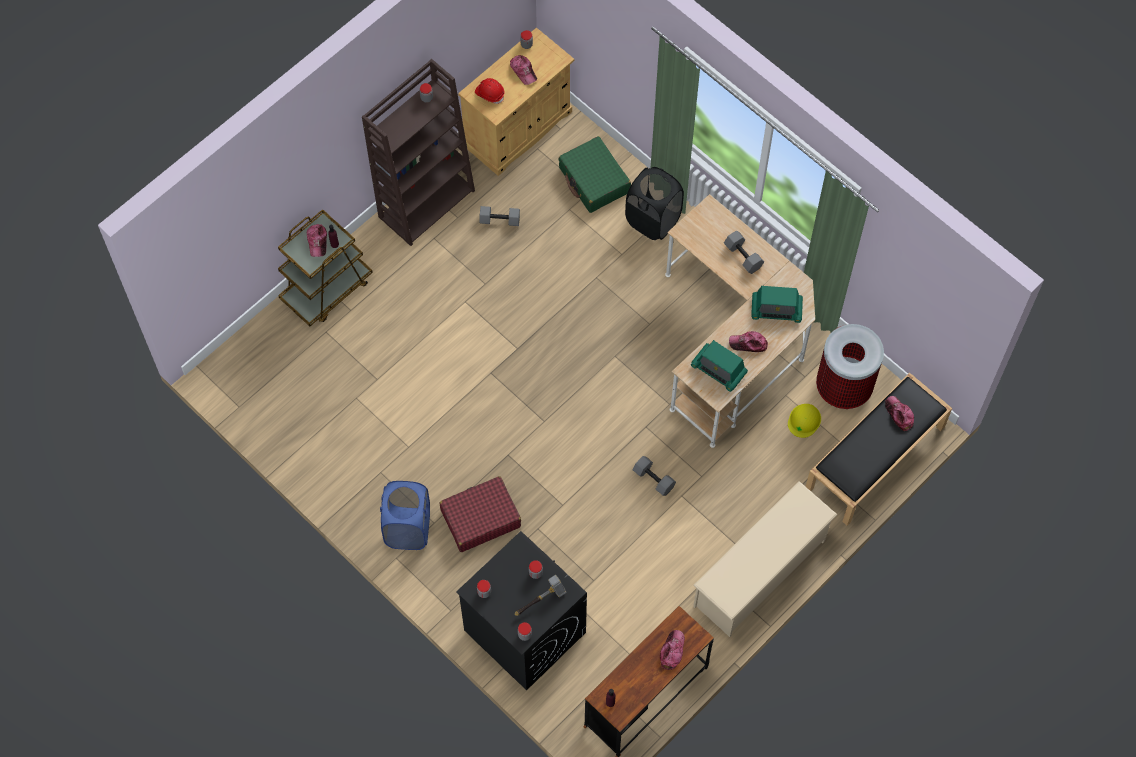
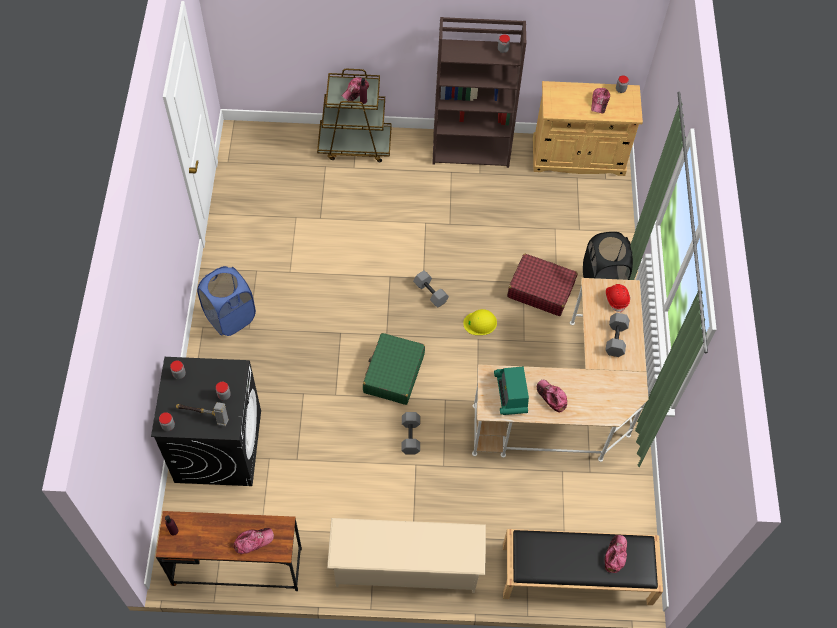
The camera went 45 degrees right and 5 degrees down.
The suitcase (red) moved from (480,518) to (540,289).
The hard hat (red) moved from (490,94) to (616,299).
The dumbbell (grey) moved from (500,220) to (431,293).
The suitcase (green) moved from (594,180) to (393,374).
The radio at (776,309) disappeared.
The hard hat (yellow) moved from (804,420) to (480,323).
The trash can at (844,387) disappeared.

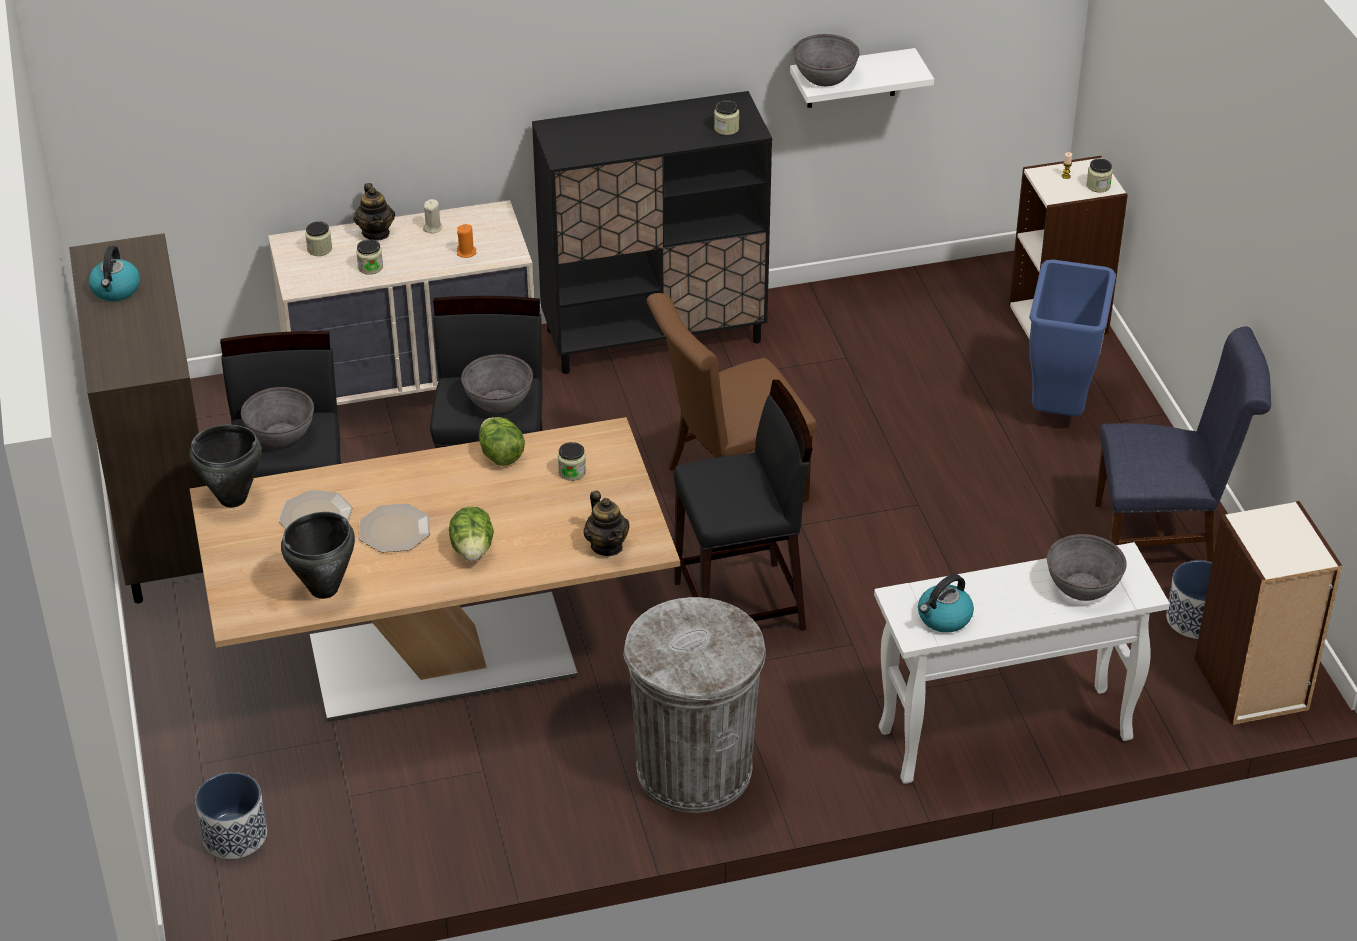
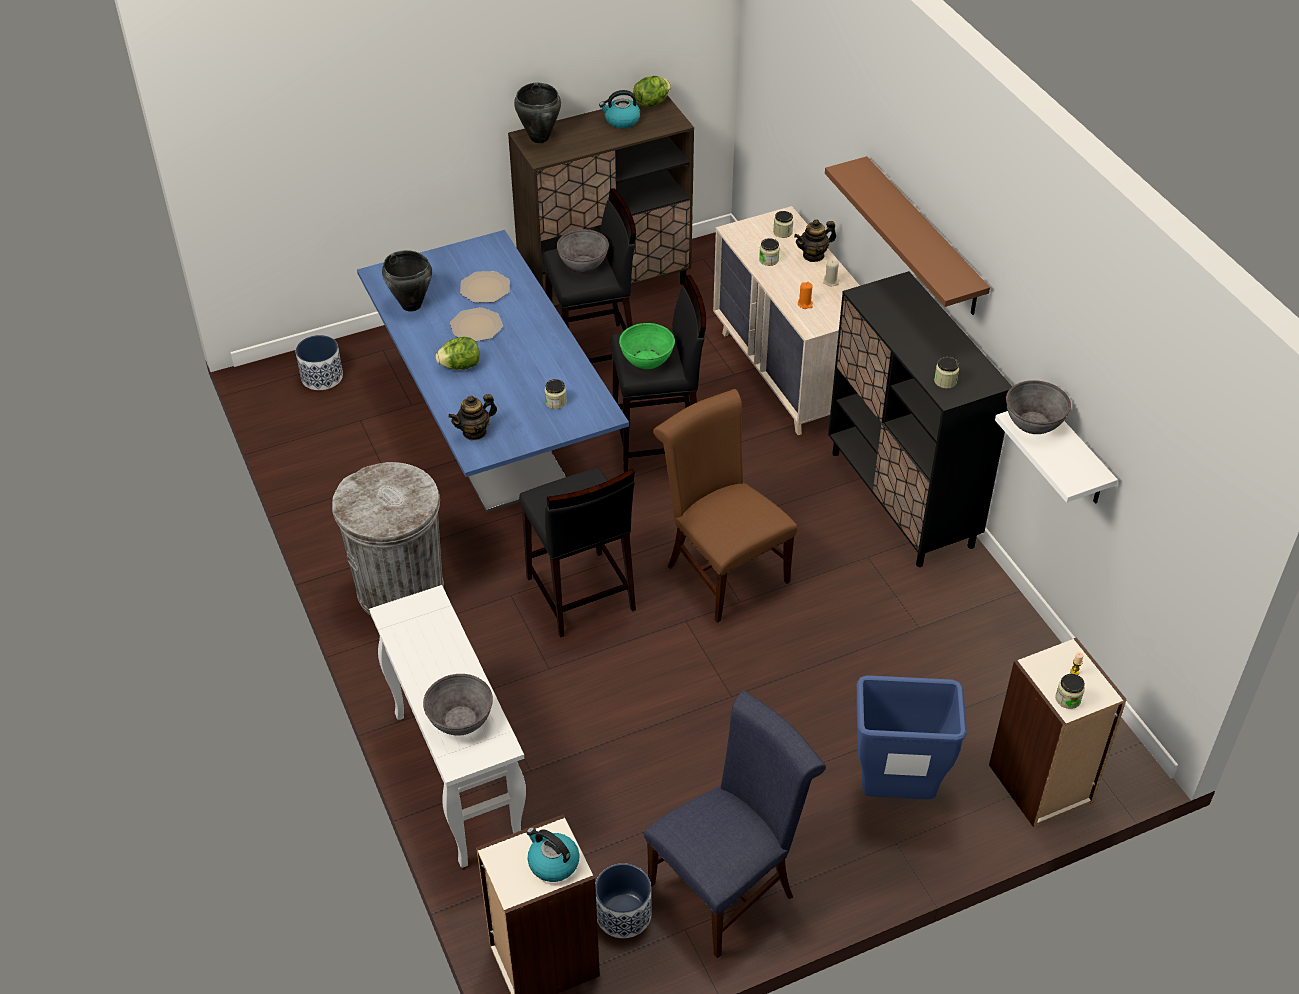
The camera went 80 degrees right and 5 degrees up.
The cooking pot (black) moved from (233,499) to (539,138).
The dining table (beige) at (442,658) became the dining table (blue) at (495,441).
The bowl (grey) at (498,401) became the bowl (green) at (647,359).
The lettuce moved from (501,455) to (652,103).
The kettle moved from (944,618) to (552,863).
The chair (blue) at (1164,540) turned 120 degrees counterclockwise.
The shelf (brown) at (923,237) appeared.

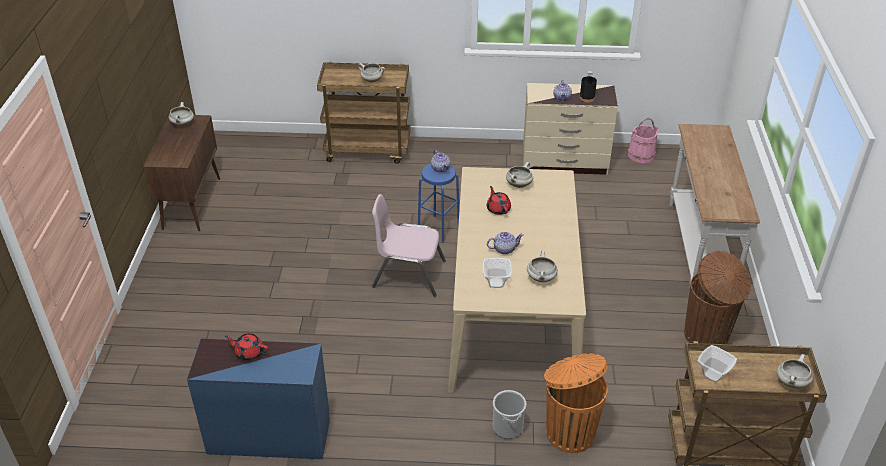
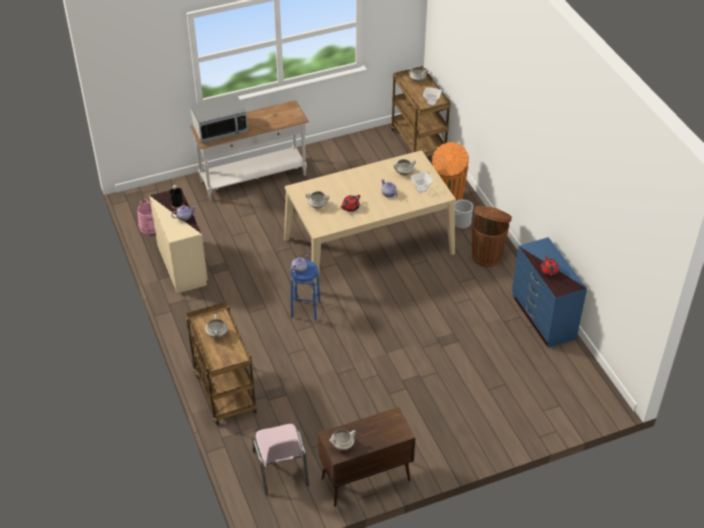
The camera went 115 degrees left and 5 degrees up.
The chair (pink) moved from (408,274) to (281,468).
The trash can (brown) moved from (707,336) to (487,255).
The microwave at (220,129) appeared.

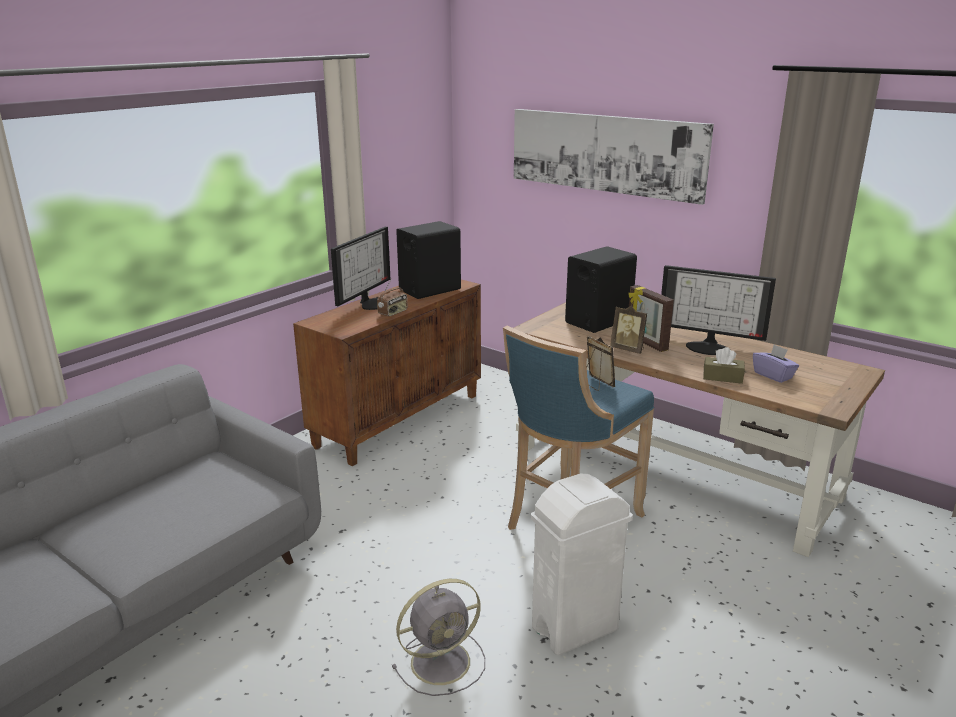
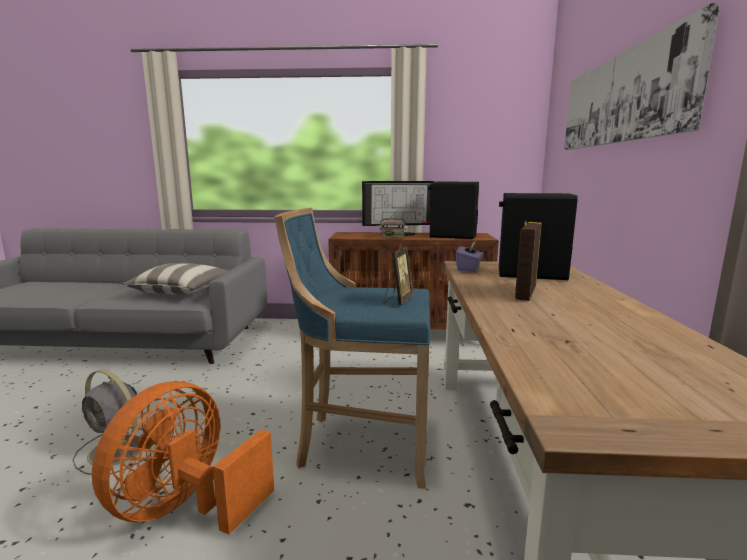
The camera went 55 degrees right and 10 degrees down.
The trash can (white) at (576,629) was replaced by the fan (orange) at (187,507).
The picture frame at (628,349) disappeared.
The monitor at (709,347) disappeared.
The tissue box (brown) at (722,377) disappeared.
The tissue box (purple) moved from (773,375) to (469,269).
The pillow at (180,291) appeared.

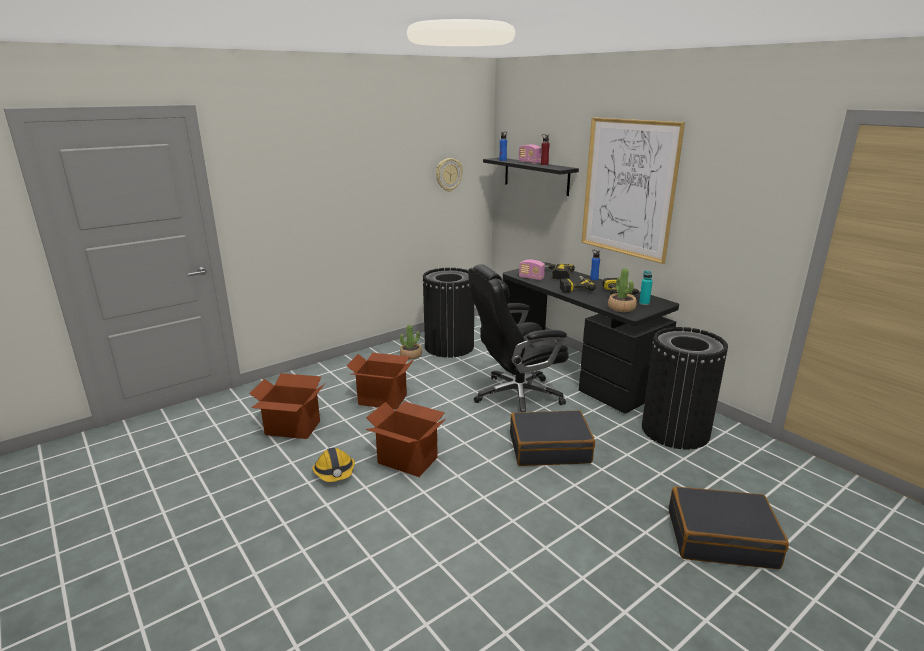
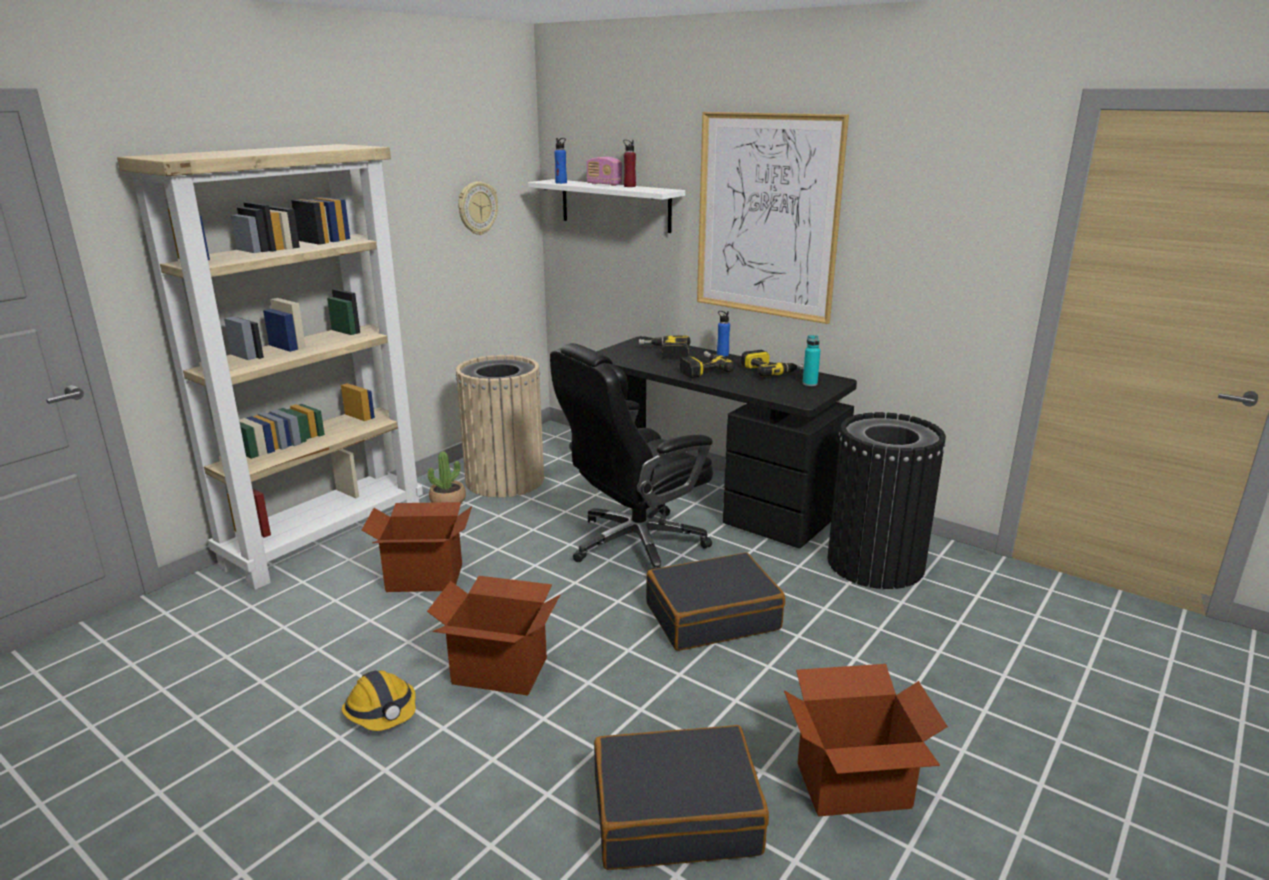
The camera went 15 degrees left and 0 degrees up.
The cardboard box moved from (292,428) to (854,786).
The trash can (black) at (449,346) became the trash can (beige) at (505,480).
The shelf (black) at (536,176) became the shelf (white) at (615,205).
The radio at (531,278) disappeared.
The potted plant at (621,308) disappeared.
The suitcase (black) moved from (721,538) to (675,814).
The bookcase (beige) at (326,537) appeared.

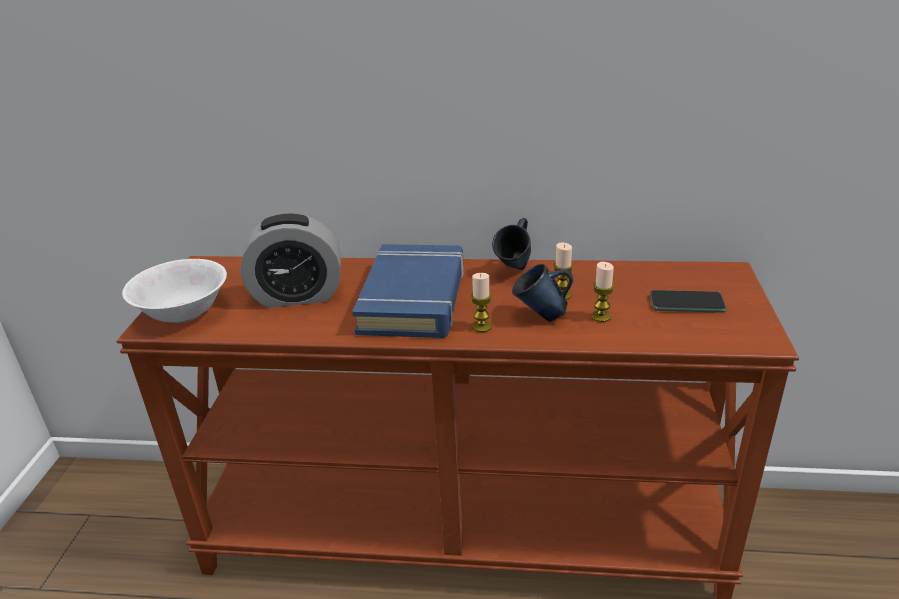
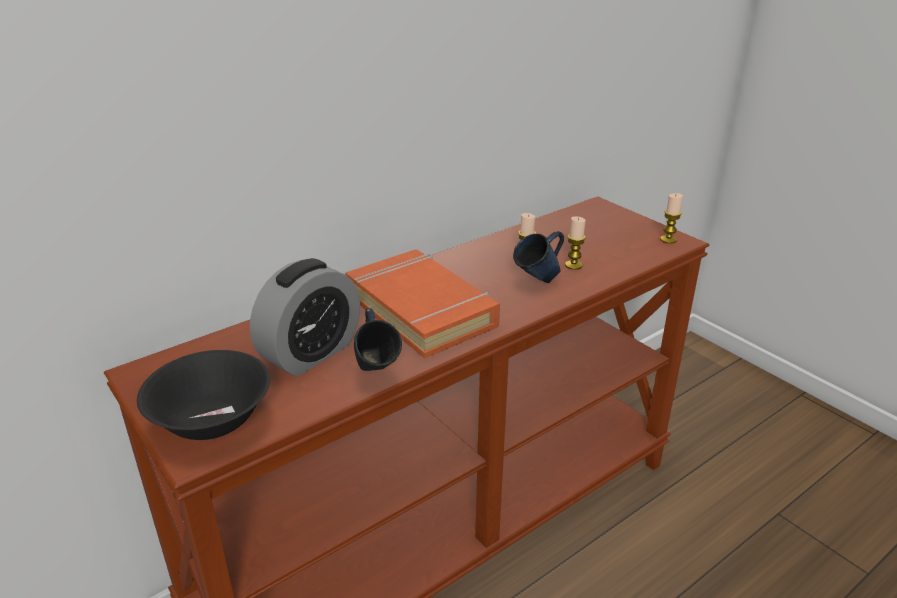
The camera went 45 degrees left and 0 degrees up.
The bowl (white) at (184,313) became the bowl (black) at (213,423).
The book (blue) at (414,299) became the book (orange) at (422,310).
The candle moved from (481,326) to (668,239).
The mug (blue) moved from (515,272) to (377,374).
The phone at (687,303) disappeared.

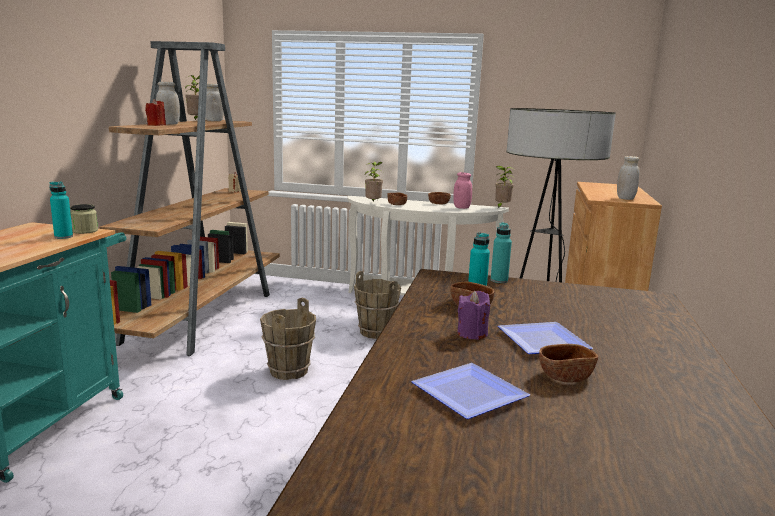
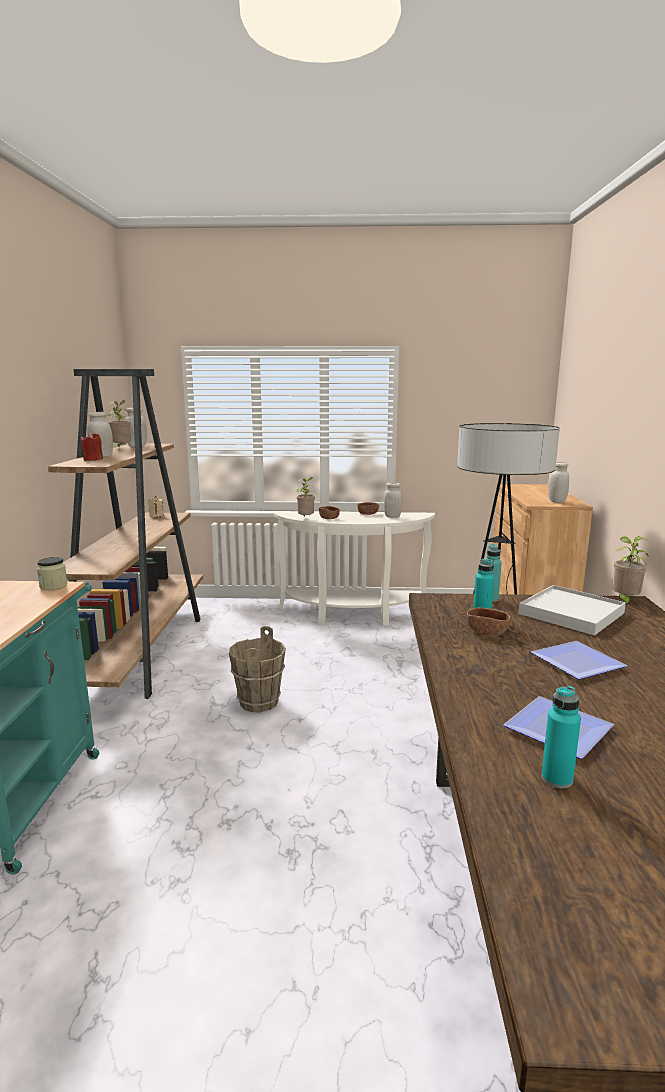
The camera went 10 degrees left and 0 degrees up.
The bottle (turquoise) moved from (63,237) to (556,779).
The bucket (brown) at (376,332) disappeared.
The jar (pink) at (461,207) became the jar (white) at (392,516).
The candle (purple) at (472,333) disappeared.
The potted plant moved from (501,207) to (624,601).
The bowl (brown) at (565,376) disappeared.
The tray (white) at (571,613) appeared.

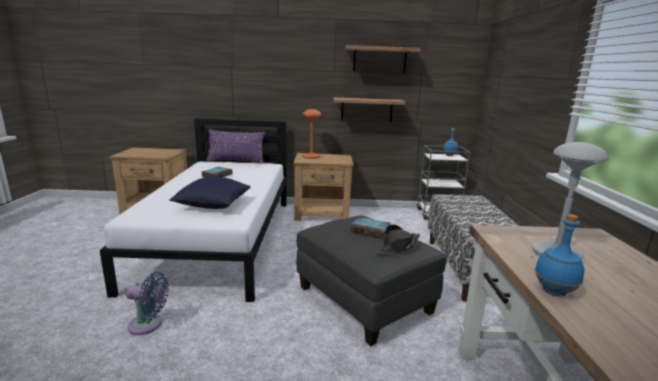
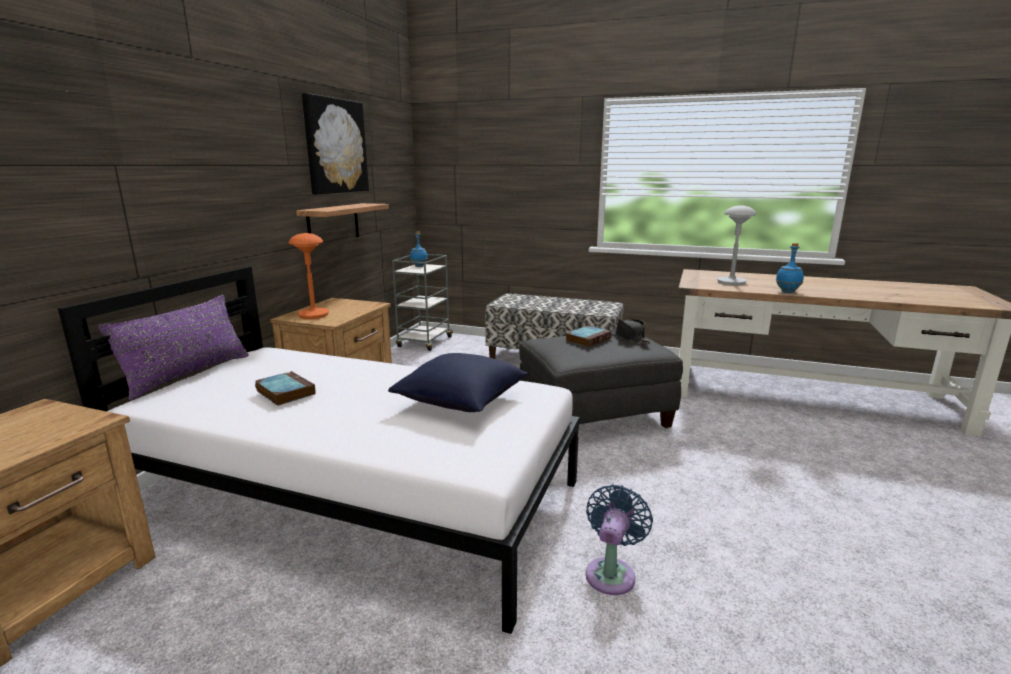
The camera went 70 degrees left and 0 degrees up.
The shelf at (379,60) was replaced by the picture at (335,146).

